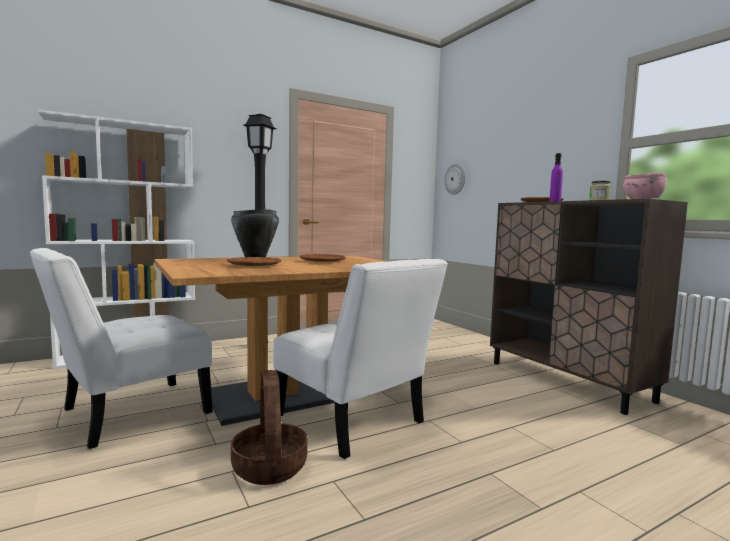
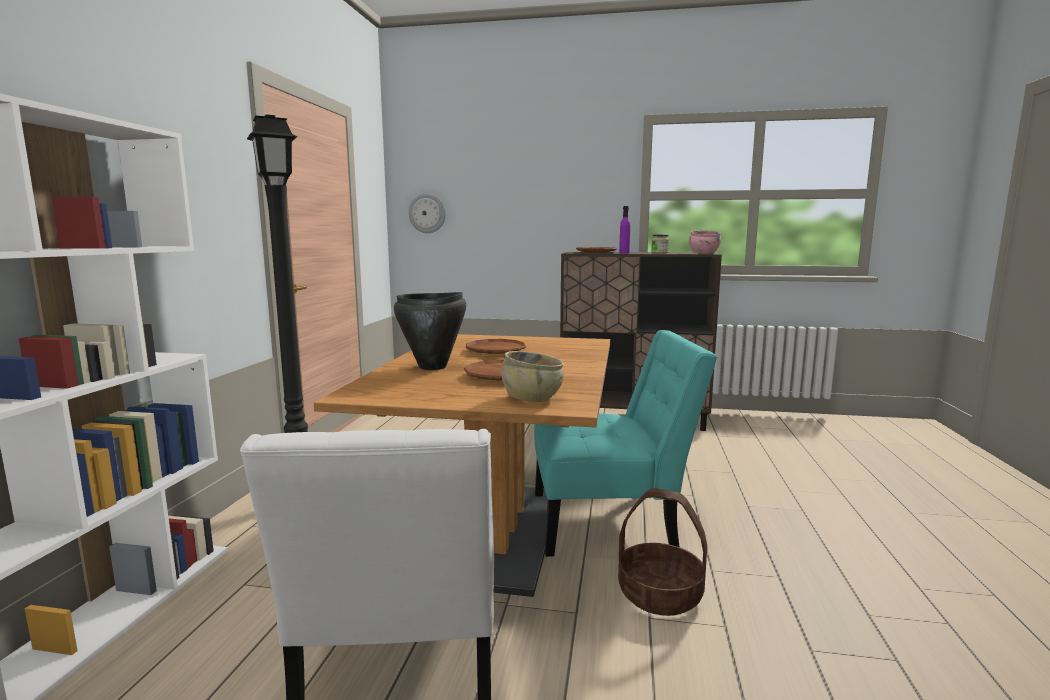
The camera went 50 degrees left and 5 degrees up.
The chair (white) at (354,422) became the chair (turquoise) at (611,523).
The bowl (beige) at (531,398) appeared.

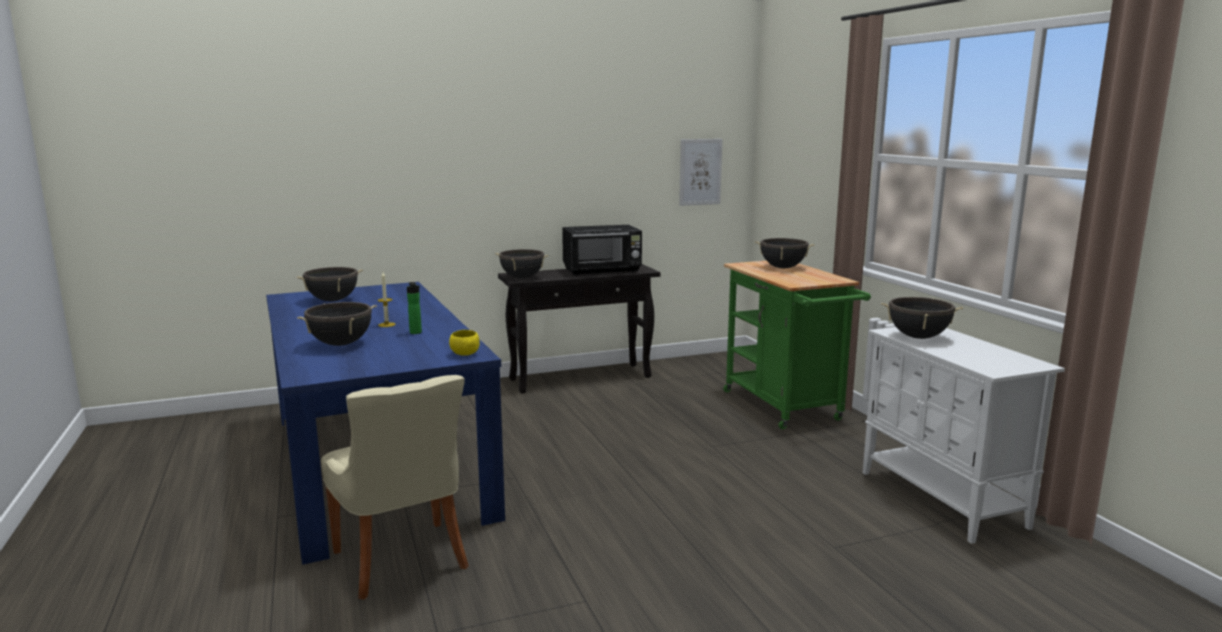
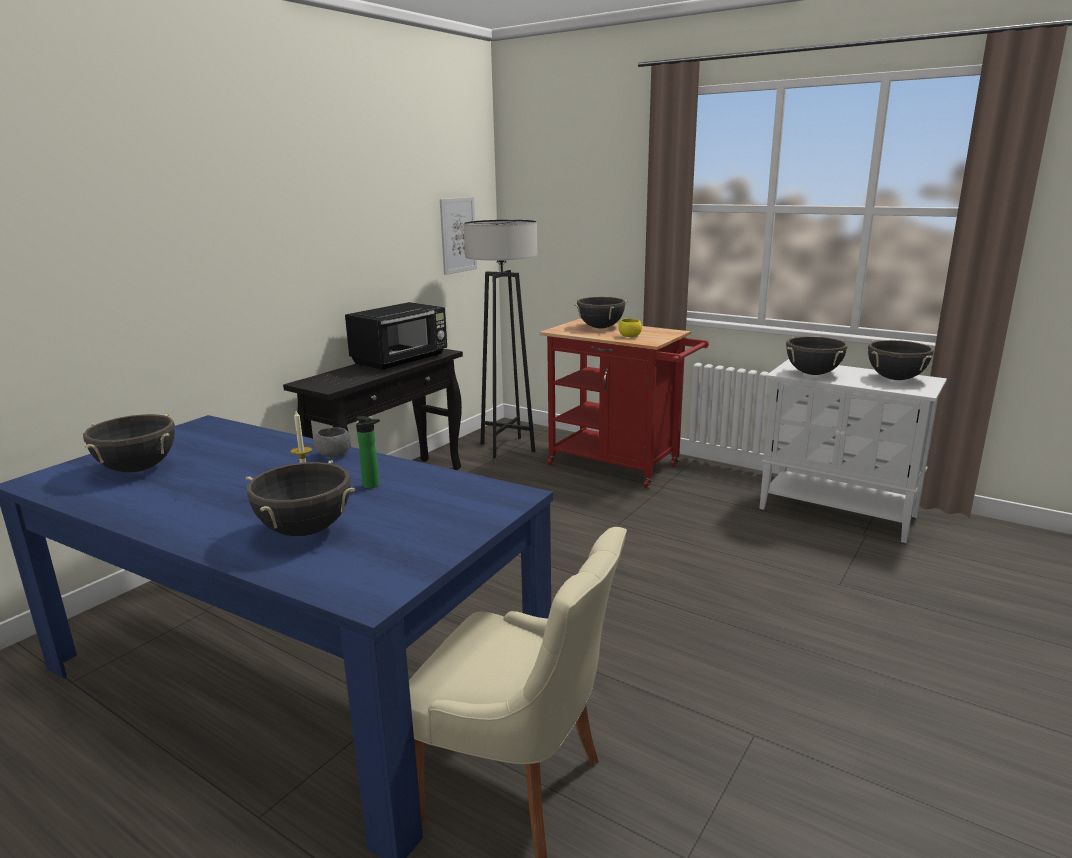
The camera went 35 degrees left and 5 degrees up.
The bowl (yellow) moved from (465,354) to (629,336).
The cooking pot (black) moved from (522,278) to (895,379).
The cart (green) at (786,408) became the cart (red) at (620,466).
The bowl (grey) at (334,455) appeared.
The floor lamp (grey) at (507,448) appeared.

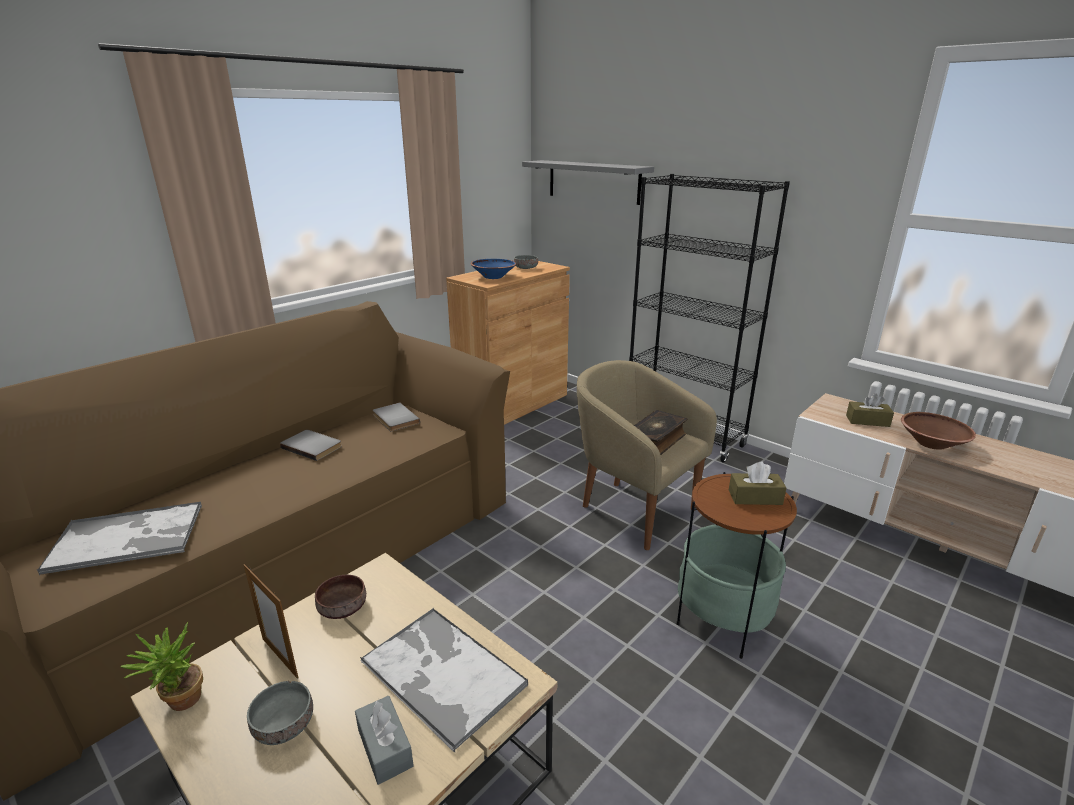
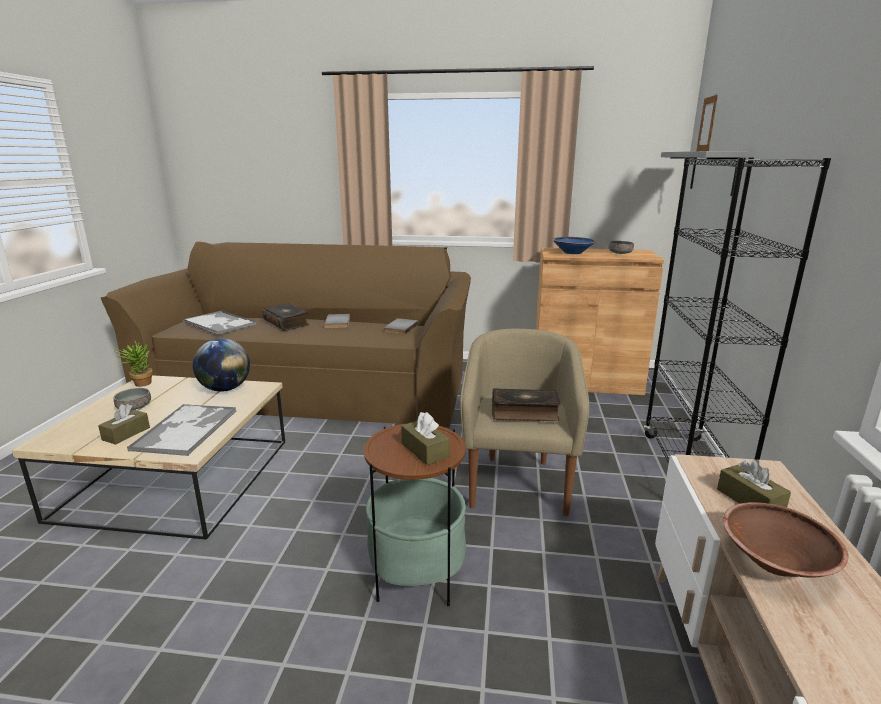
The camera went 55 degrees right and 5 degrees down.
The picture frame moved from (280,657) to (702,151).
The bowl (brown) at (342,607) was replaced by the globe at (225,389).
The tissue box (grey) at (385,748) became the tissue box (brown) at (126,434).
The book at (287,323) appeared.

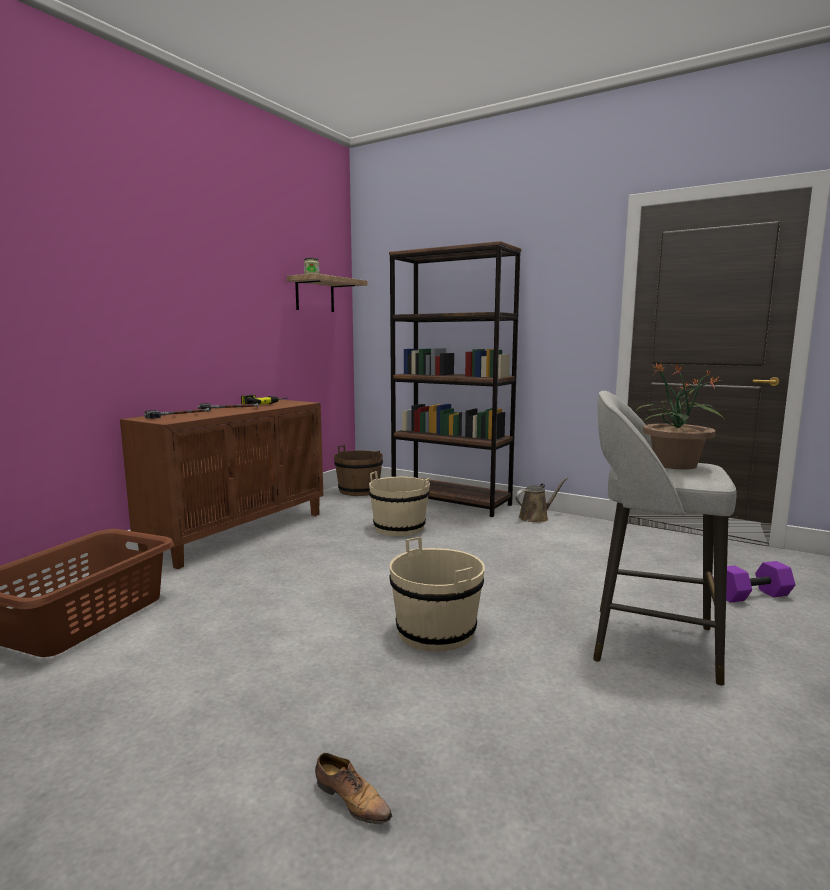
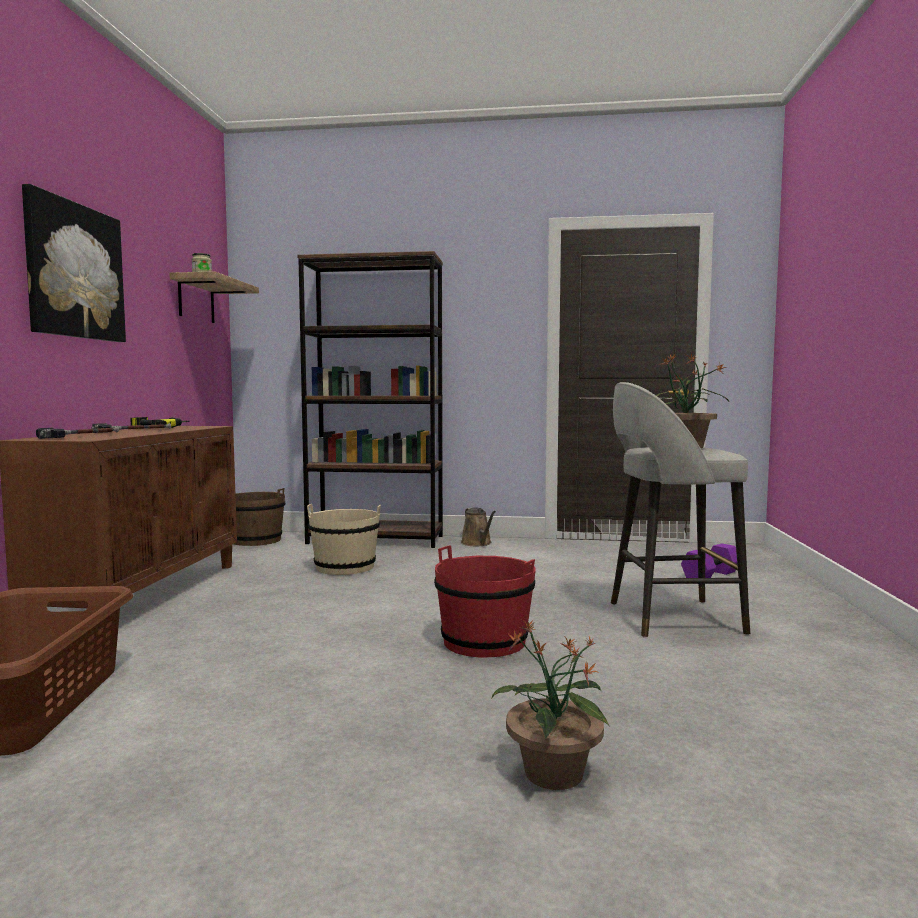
The camera went 25 degrees left and 5 degrees down.
The shoe at (351,800) was replaced by the potted plant at (553,774).
The bucket (beige) at (436,631) became the bucket (red) at (484,642).
The watering can (brown) at (536,517) turned 120 degrees clockwise.
The picture at (74,271) appeared.

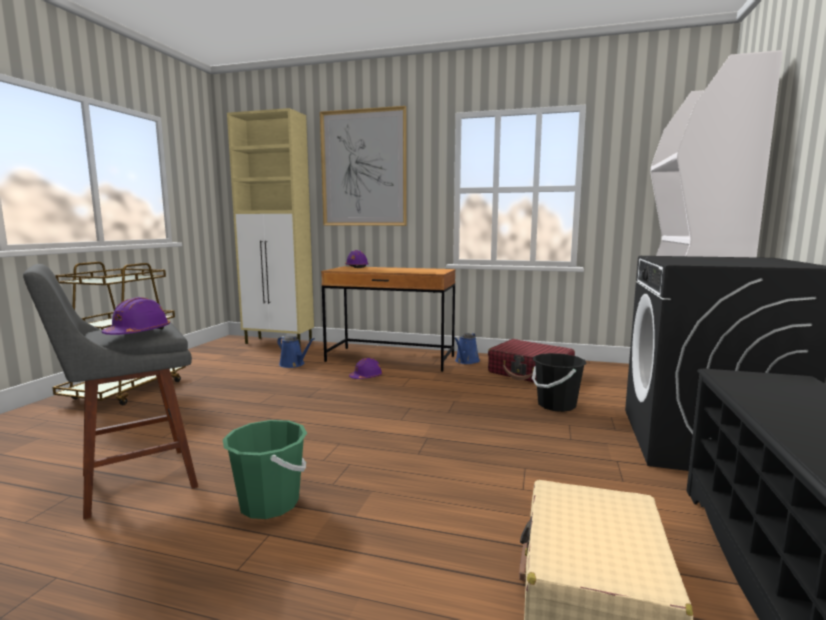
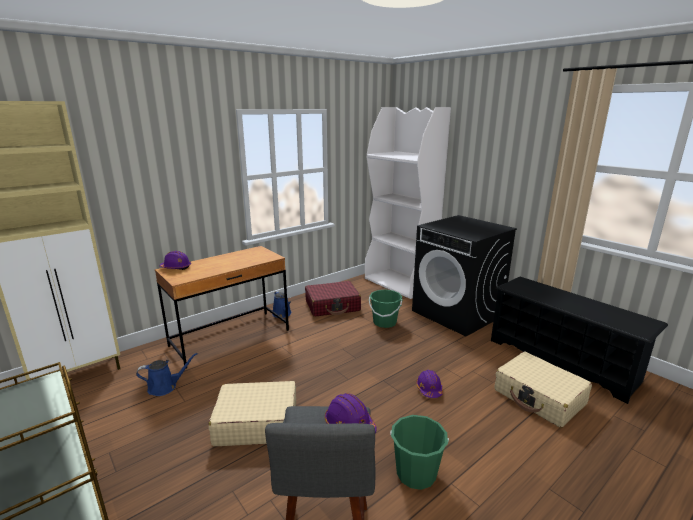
The camera went 55 degrees left and 10 degrees up.
The picture at (363,168) disappeared.
The hard hat (purple) moved from (366,377) to (429,389).
The bucket (black) at (556,405) became the bucket (green) at (384,322).
The suitcase (beige) at (256,423) appeared.

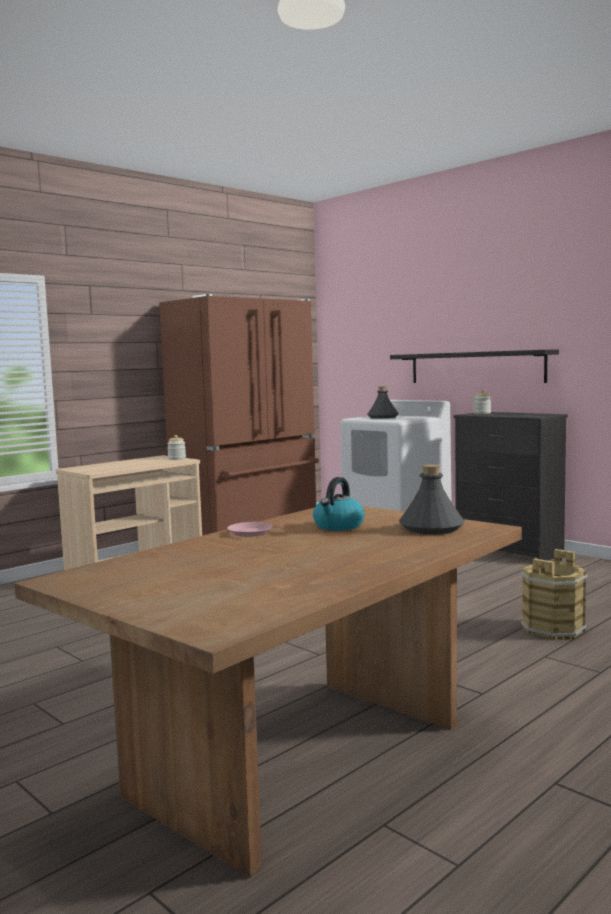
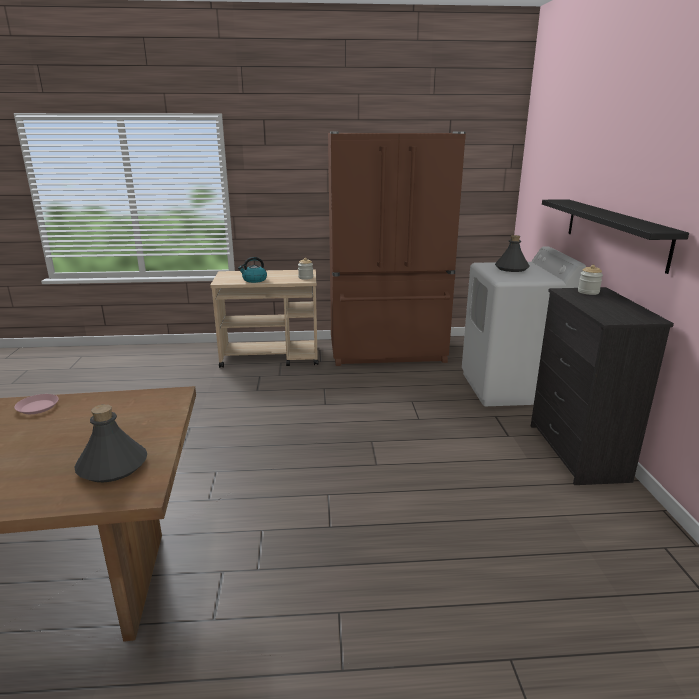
The camera went 40 degrees right and 15 degrees up.
The kettle moved from (338,526) to (254,280).
The bucket (brown) at (553,629) disappeared.

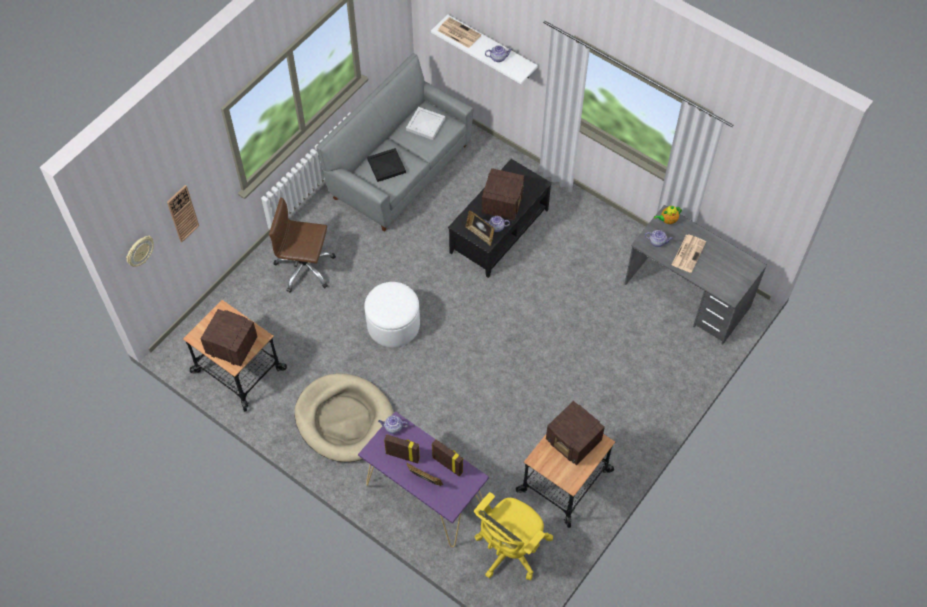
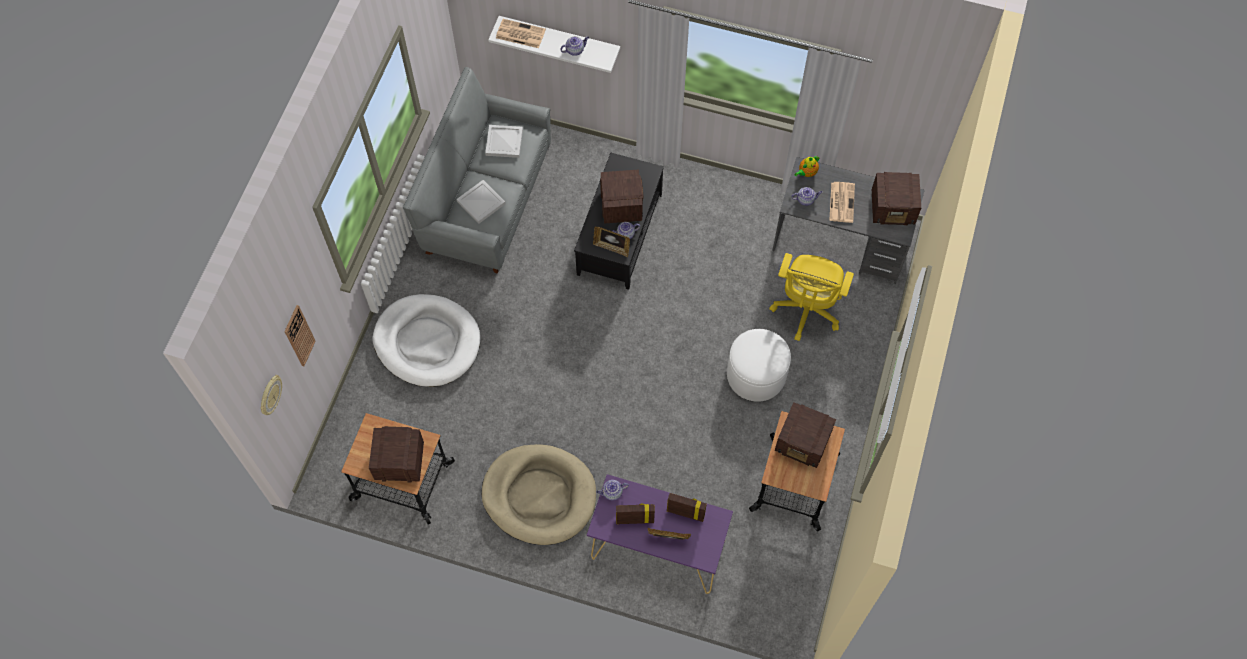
The camera went 20 degrees left and 5 degrees up.
The office chair (brown) at (305,268) was replaced by the dog bed (white) at (427,342).
The ottoman (white) moved from (393,325) to (756,374).
The tray (black) at (386,166) became the tray (white) at (481,203).
The office chair (yellow) moved from (509,550) to (806,311).
The radio at (893,208) appeared.

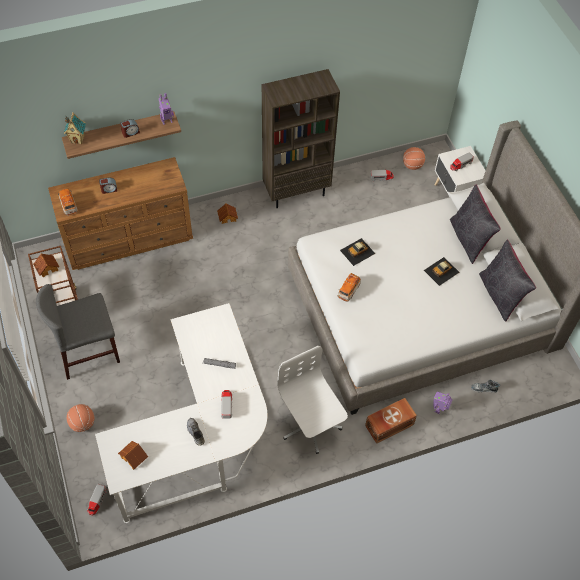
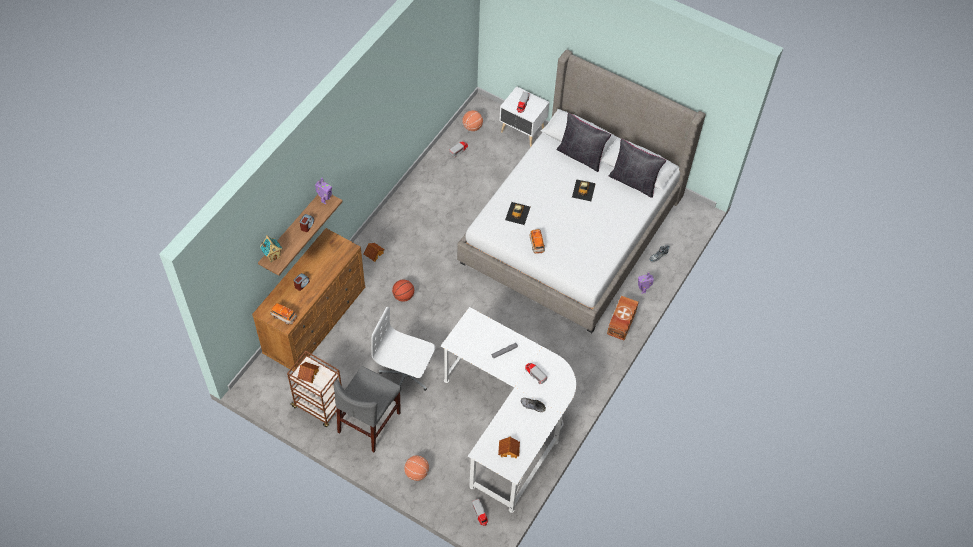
The camera went 40 degrees left and 0 degrees up.
The bookcase (brown) at (296,192) disappeared.
The office chair (white) moved from (310,426) to (406,375).
The basketball at (403,296) appeared.

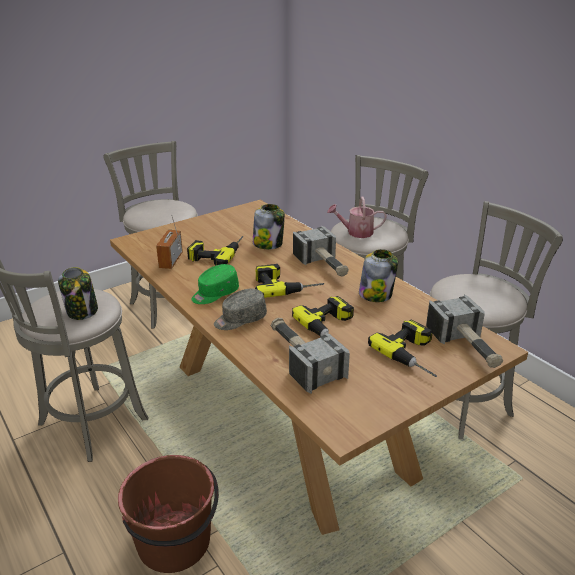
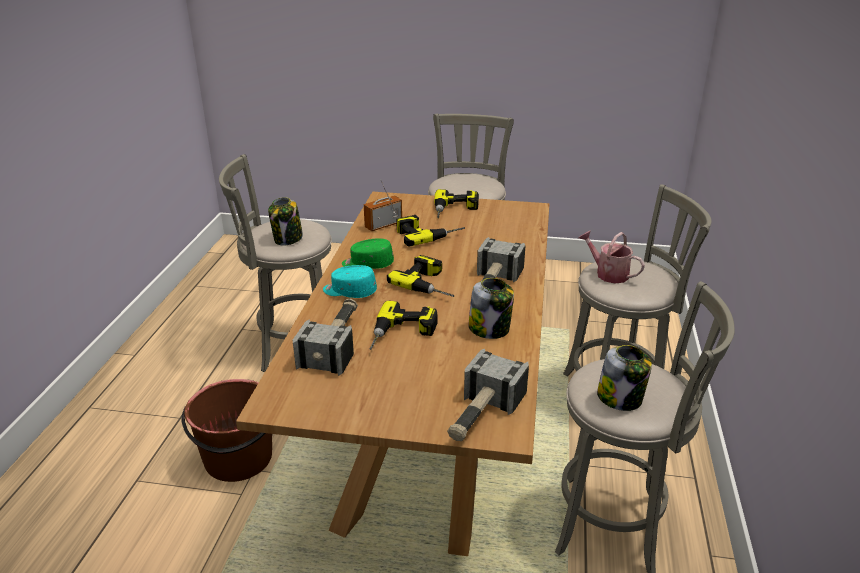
The camera went 45 degrees right and 0 degrees up.
The cap (grey) at (240,319) became the cap (turquoise) at (349,292).
The jar moved from (268,244) to (620,398).
The power drill moved from (415,354) to (455,210).

